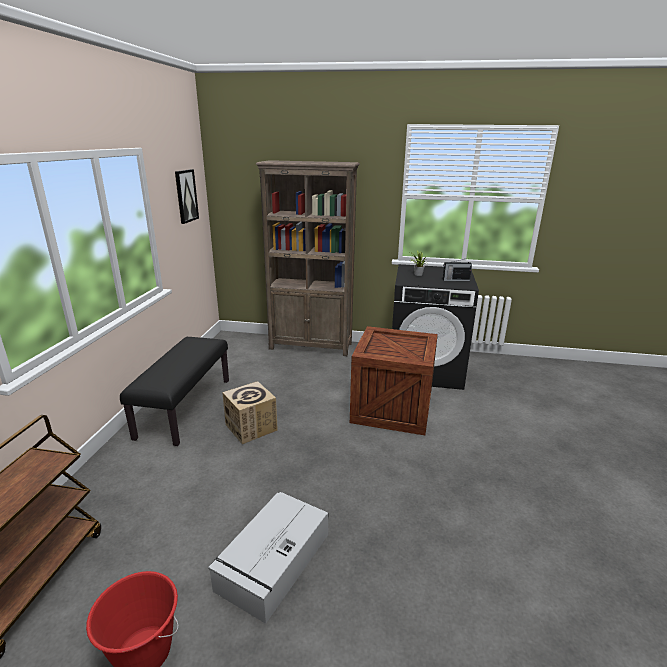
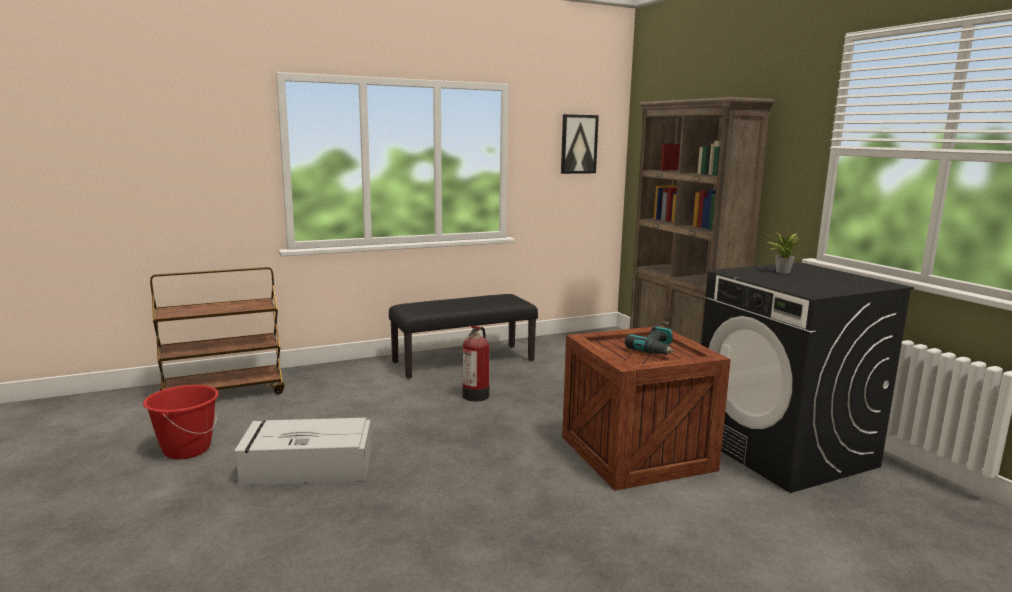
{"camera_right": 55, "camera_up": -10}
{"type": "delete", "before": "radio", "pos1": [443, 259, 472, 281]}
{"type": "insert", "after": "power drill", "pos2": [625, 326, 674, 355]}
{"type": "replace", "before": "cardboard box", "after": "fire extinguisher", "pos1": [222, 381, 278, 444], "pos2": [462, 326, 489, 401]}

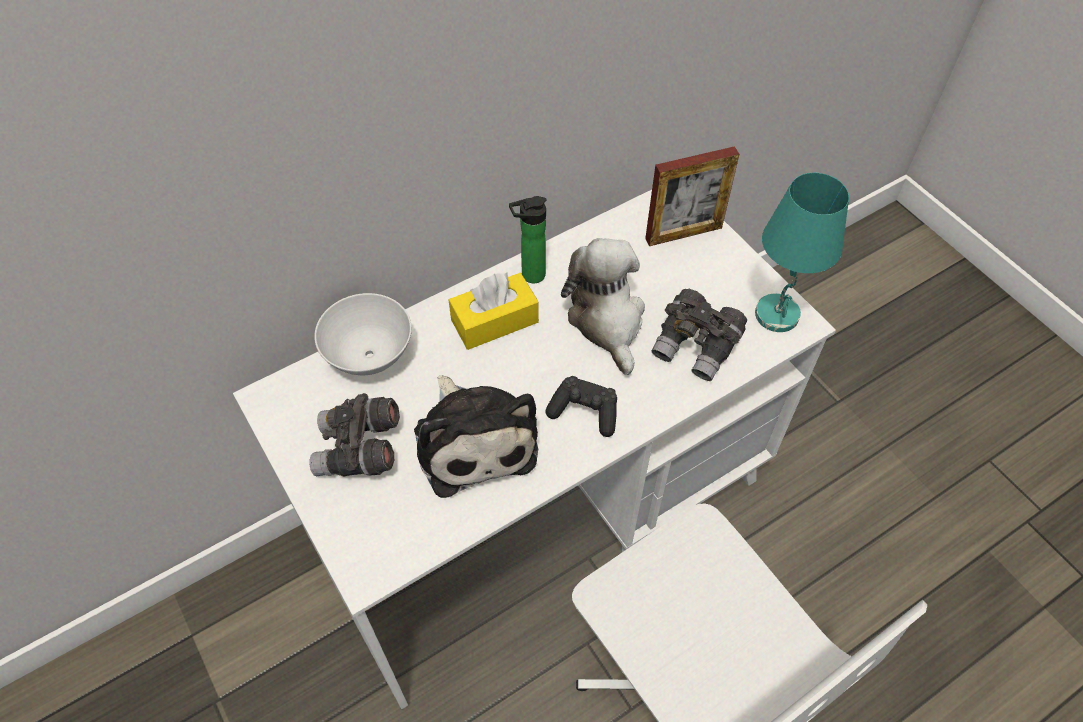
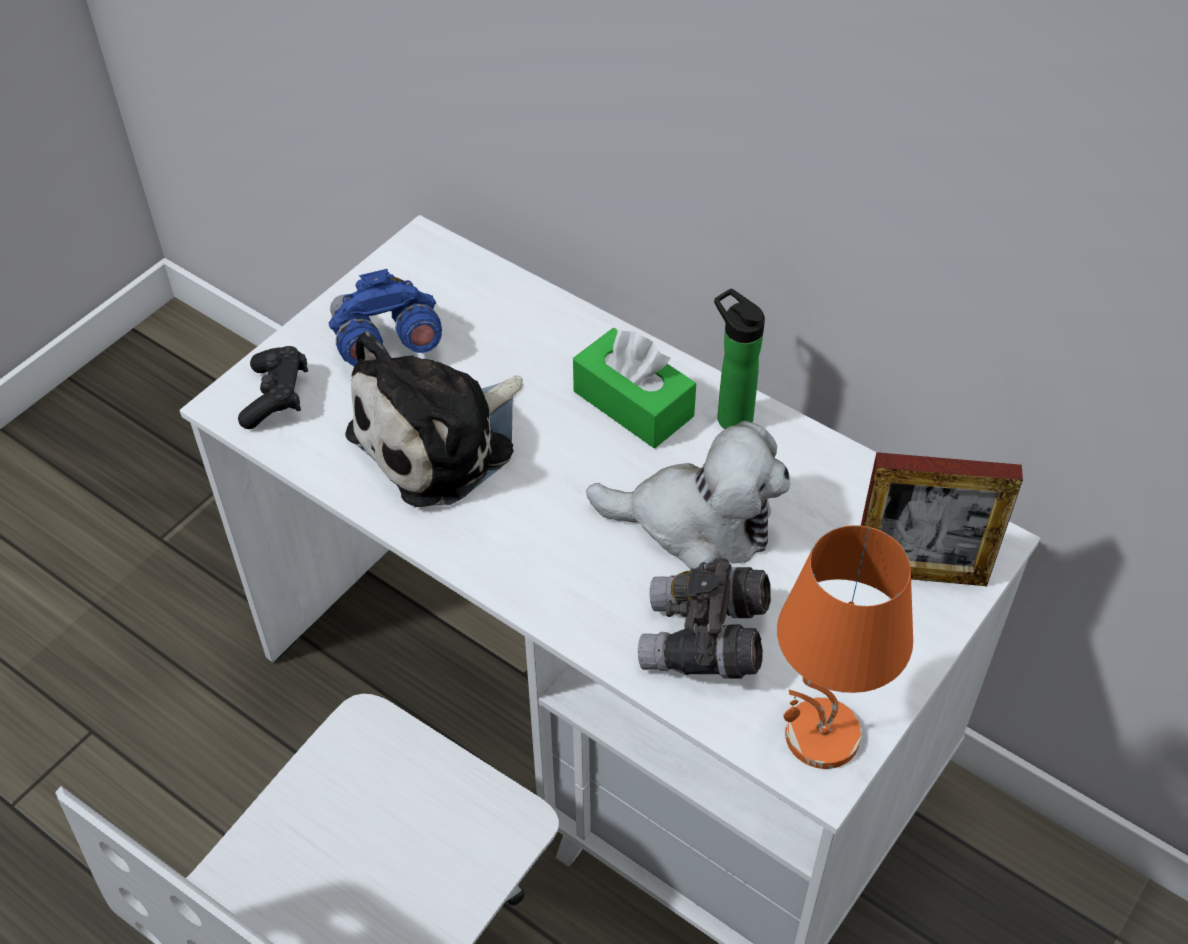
{"camera_right": 70, "camera_up": -5}
{"type": "delete", "before": "white-coloured deep dish", "pos1": [314, 293, 412, 375]}
{"type": "move", "before": "black-coloured game controller", "pos1": [546, 376, 617, 437], "pos2": [238, 346, 308, 429]}
{"type": "recolor", "before": "grey pair of binoculars", "after": "blue pair of binoculars", "pos1": [309, 393, 400, 477], "pos2": [329, 269, 442, 366]}
{"type": "recolor", "before": "yellow tissue holder", "after": "green tissue holder", "pos1": [449, 272, 539, 350], "pos2": [573, 328, 696, 448]}
{"type": "recolor", "before": "turquoise table lamp", "after": "orange table lamp", "pos1": [755, 173, 849, 332], "pos2": [777, 525, 913, 769]}
{"type": "rotate", "before": "plush toy", "pos1": [561, 238, 645, 375], "pos2": [586, 421, 790, 570], "turn": 45}
{"type": "rotate", "before": "standing frame", "pos1": [645, 146, 739, 246], "pos2": [861, 452, 1023, 586], "turn": -45}

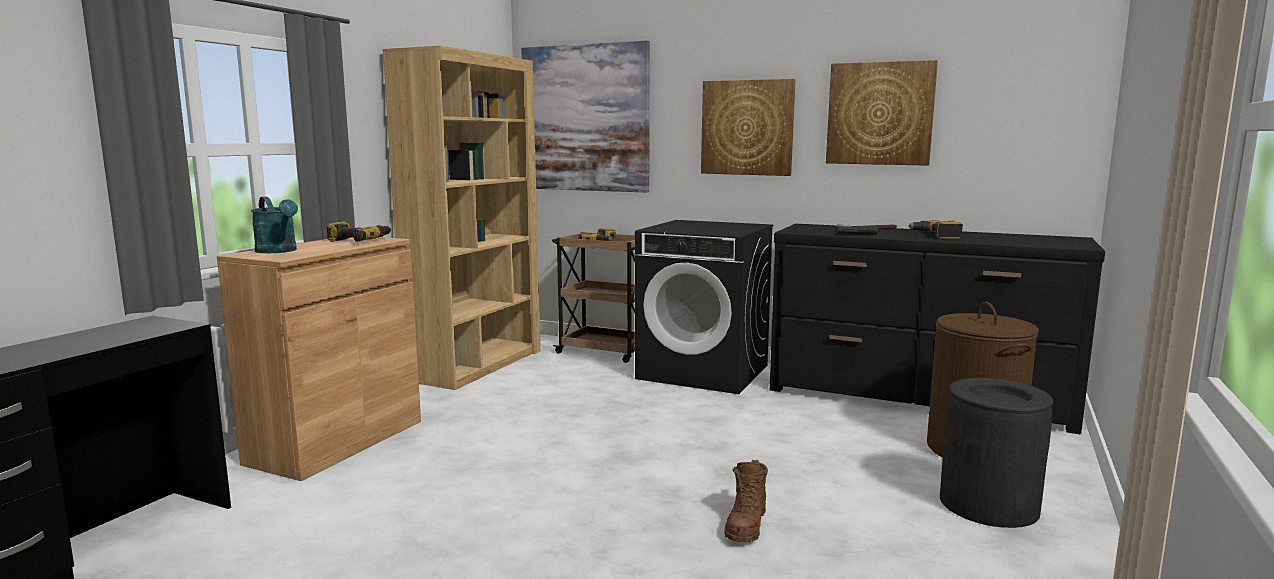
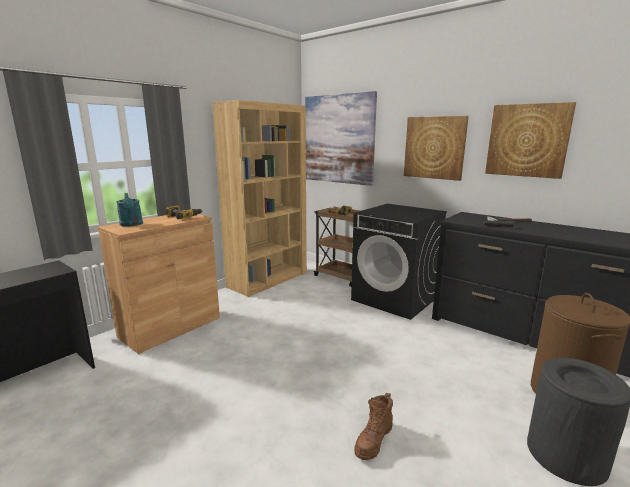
{"camera_right": 15, "camera_up": 5}
{"type": "delete", "before": "power drill", "pos1": [908, 220, 963, 239]}

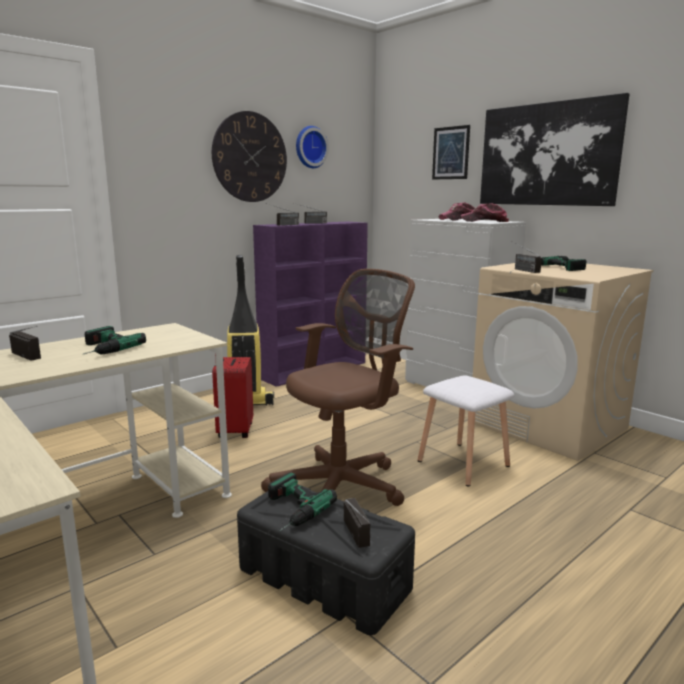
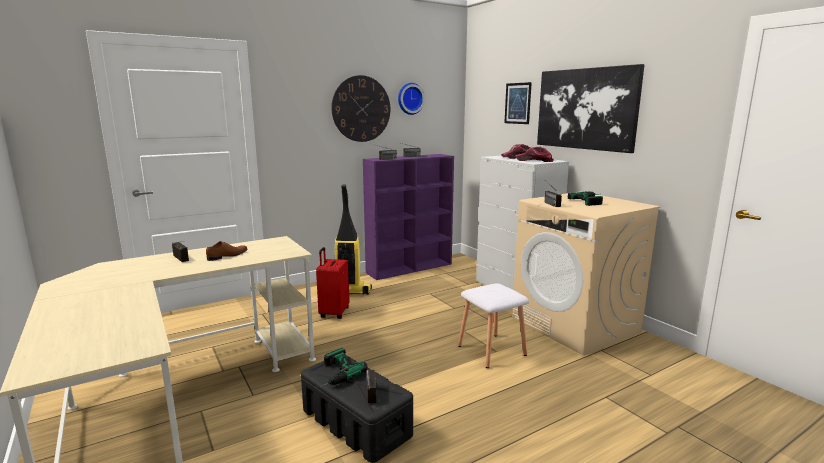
{"camera_right": 10, "camera_up": 0}
{"type": "delete", "before": "brown desk chair", "pos1": [261, 269, 415, 506]}
{"type": "replace", "before": "power drill", "after": "brown low shoe", "pos1": [83, 326, 146, 355], "pos2": [206, 241, 248, 261]}

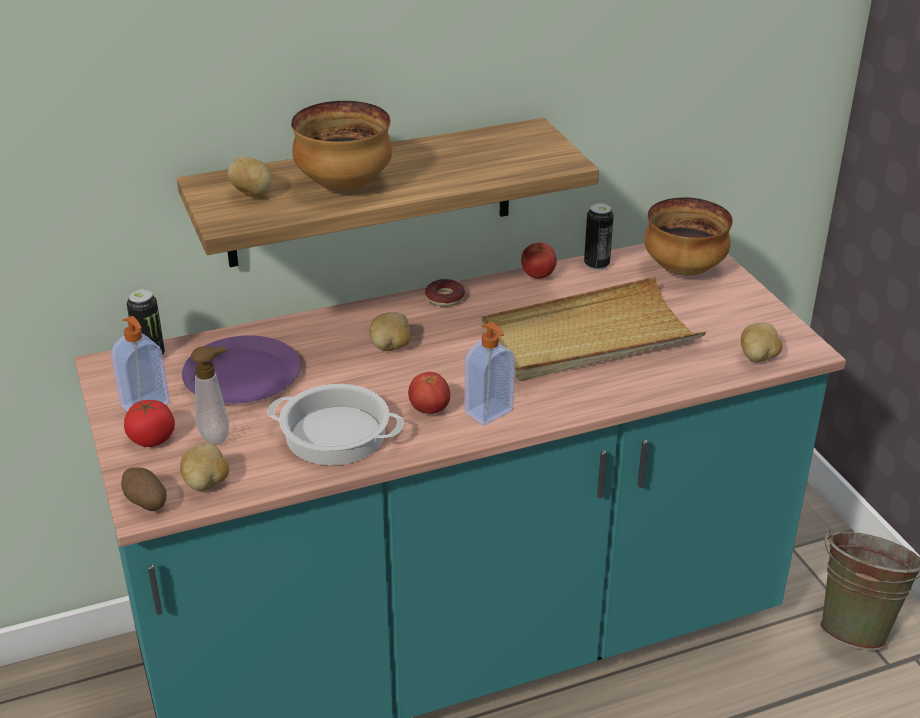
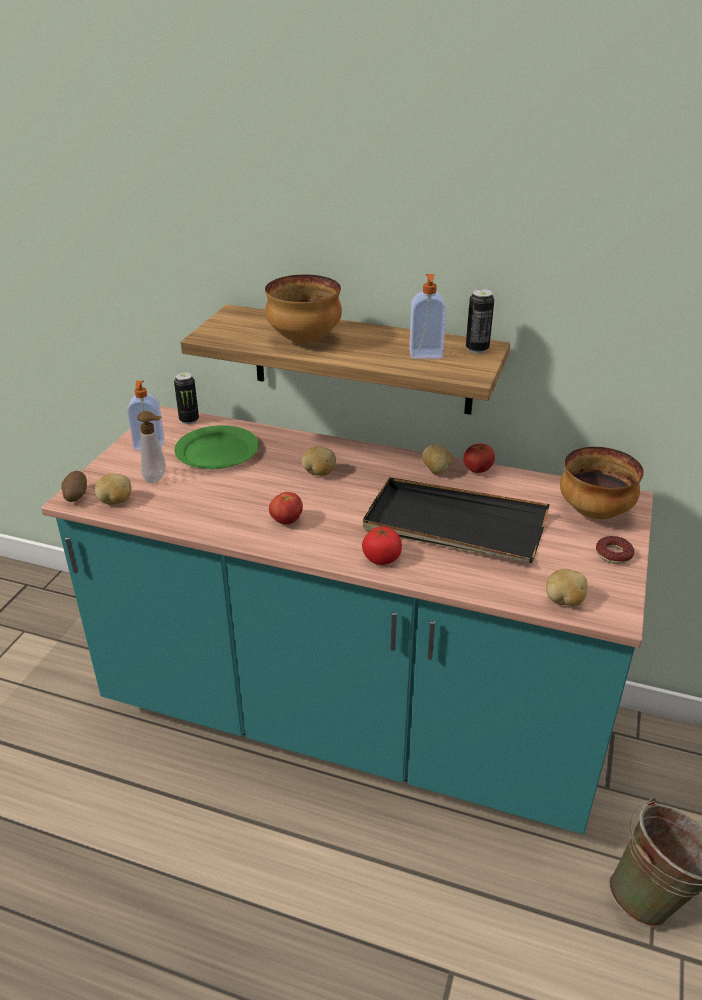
{"camera_right": 40, "camera_up": 0}
{"type": "delete", "before": "saucepot", "pos1": [267, 384, 404, 465]}
{"type": "move", "before": "tomato", "pos1": [124, 400, 175, 447], "pos2": [362, 526, 402, 565]}
{"type": "move", "before": "spud", "pos1": [228, 157, 272, 198], "pos2": [422, 444, 453, 475]}
{"type": "move", "before": "doughnut", "pos1": [425, 279, 465, 307], "pos2": [596, 536, 634, 564]}
{"type": "move", "before": "soap bottle", "pos1": [465, 322, 515, 426], "pos2": [409, 274, 446, 359]}
{"type": "move", "before": "metal can", "pos1": [584, 203, 614, 270], "pos2": [466, 289, 494, 353]}
{"type": "recolor", "before": "purple-coloured plate", "after": "green plate", "pos1": [182, 335, 300, 404], "pos2": [174, 425, 259, 469]}
{"type": "recolor", "before": "beige serving tray", "after": "black-coloured serving tray", "pos1": [481, 277, 706, 381], "pos2": [363, 477, 550, 563]}

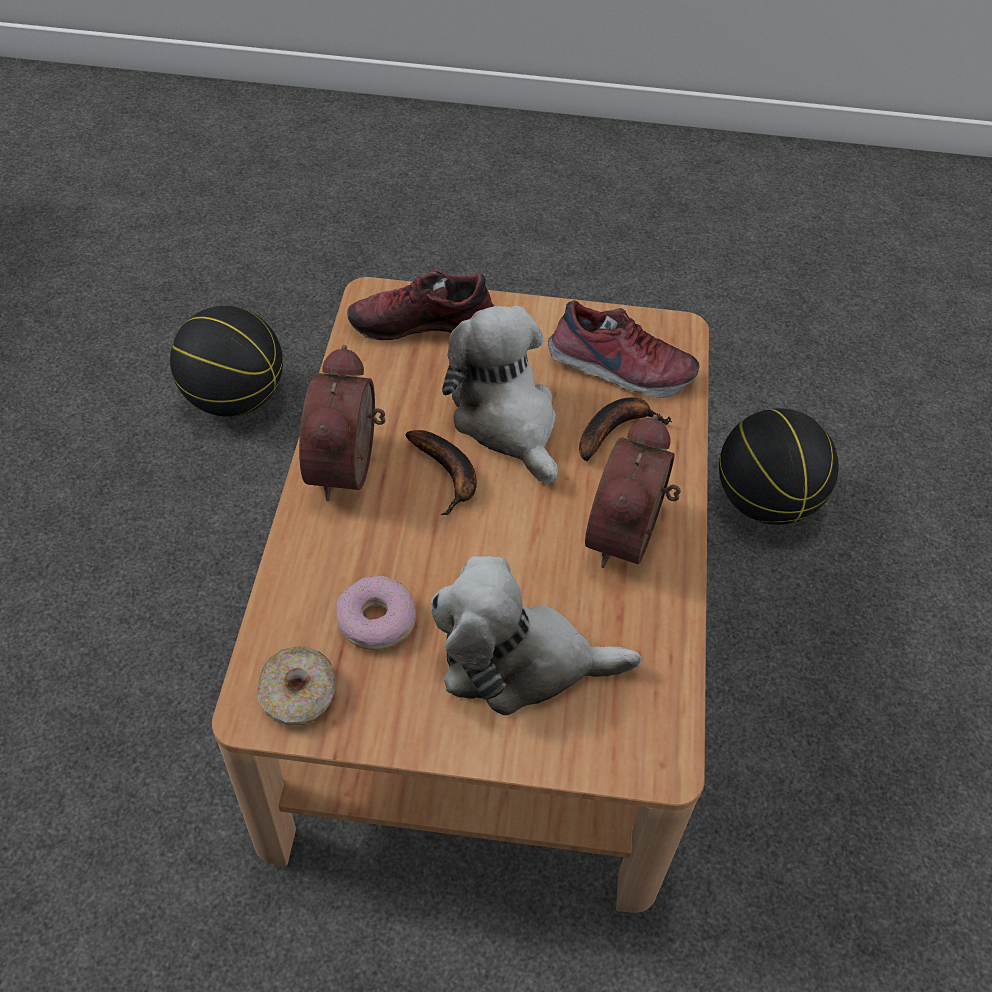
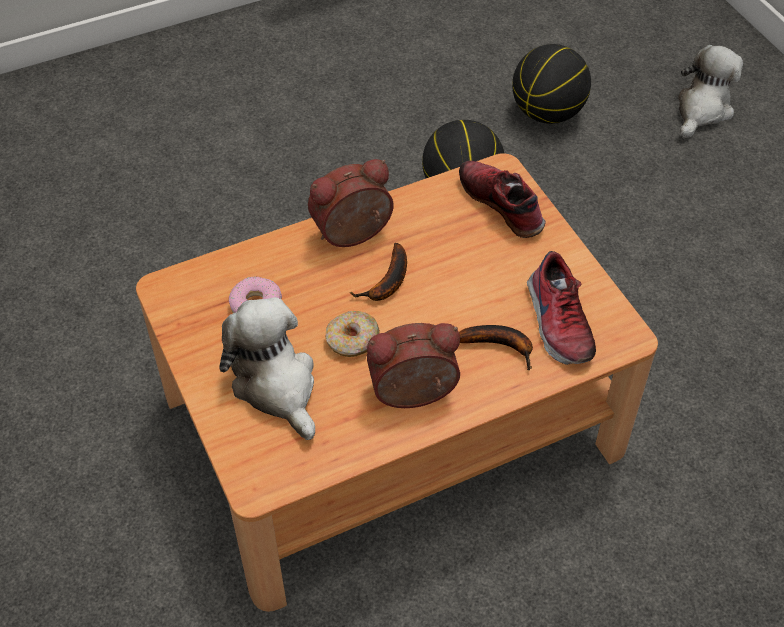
{"camera_right": 60, "camera_up": 0}
{"type": "move", "before": "doughnut", "pos1": [257, 646, 336, 726], "pos2": [326, 311, 380, 357]}
{"type": "move", "before": "plush toy", "pos1": [442, 306, 558, 484], "pos2": [678, 45, 743, 138]}
{"type": "move", "before": "basketball", "pos1": [719, 408, 838, 525], "pos2": [512, 44, 591, 124]}

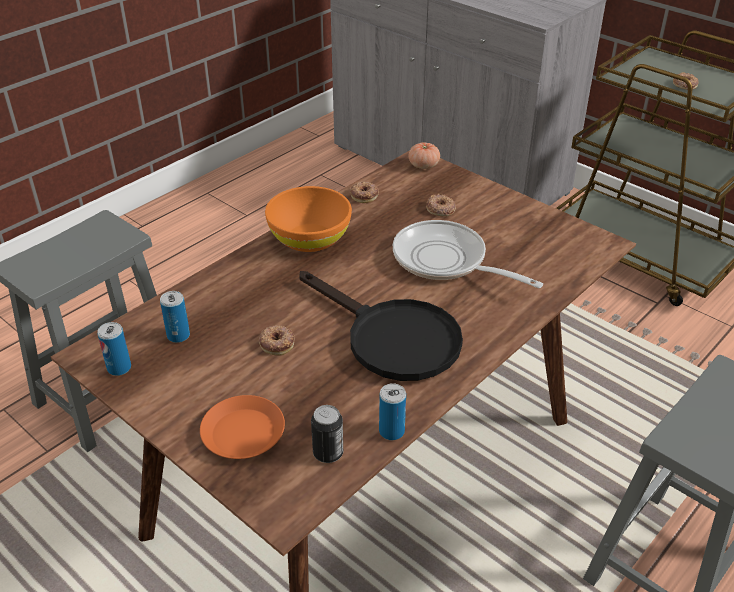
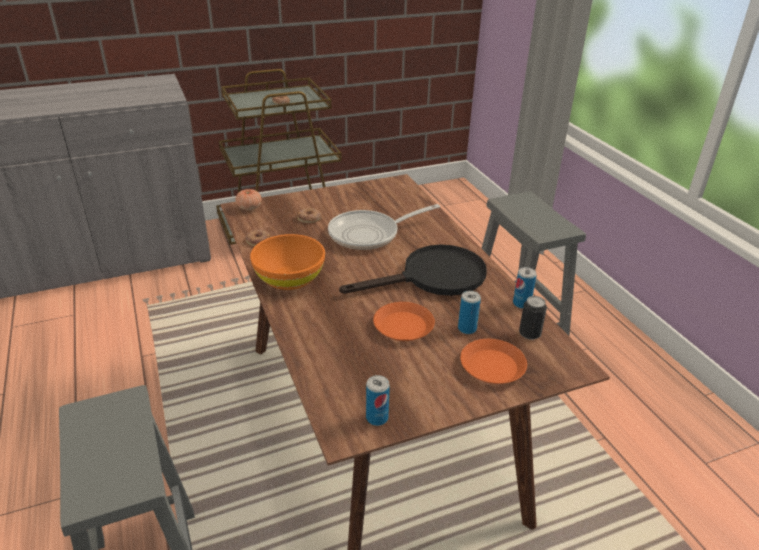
{"camera_right": -65, "camera_up": -5}
{"type": "move", "before": "metal can", "pos1": [160, 291, 190, 343], "pos2": [458, 291, 481, 334]}
{"type": "replace", "before": "doughnut", "after": "orange plate", "pos1": [259, 325, 295, 356], "pos2": [373, 302, 435, 341]}

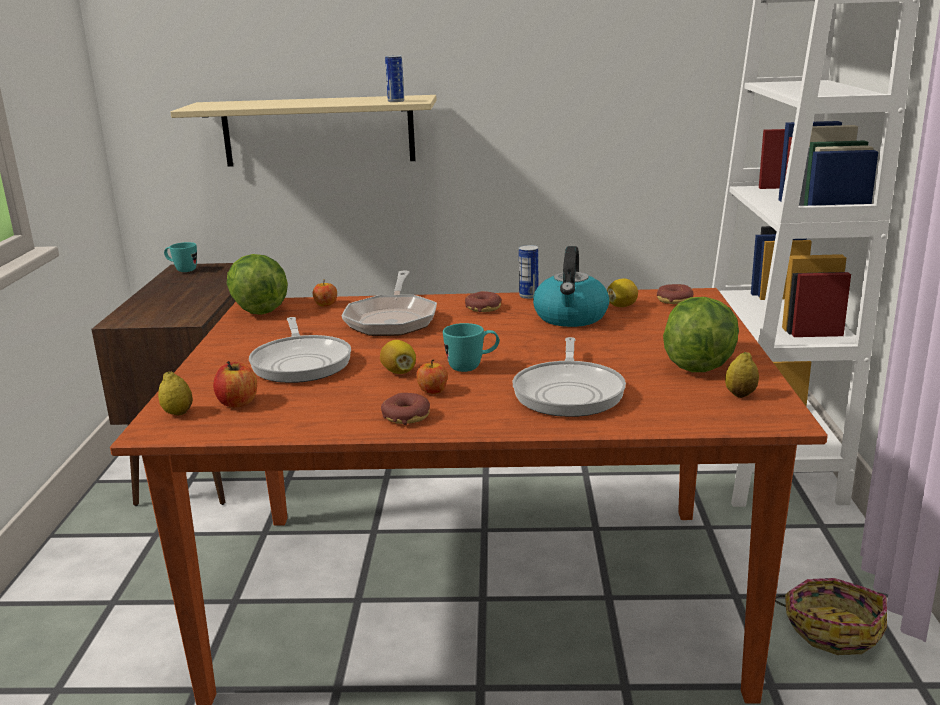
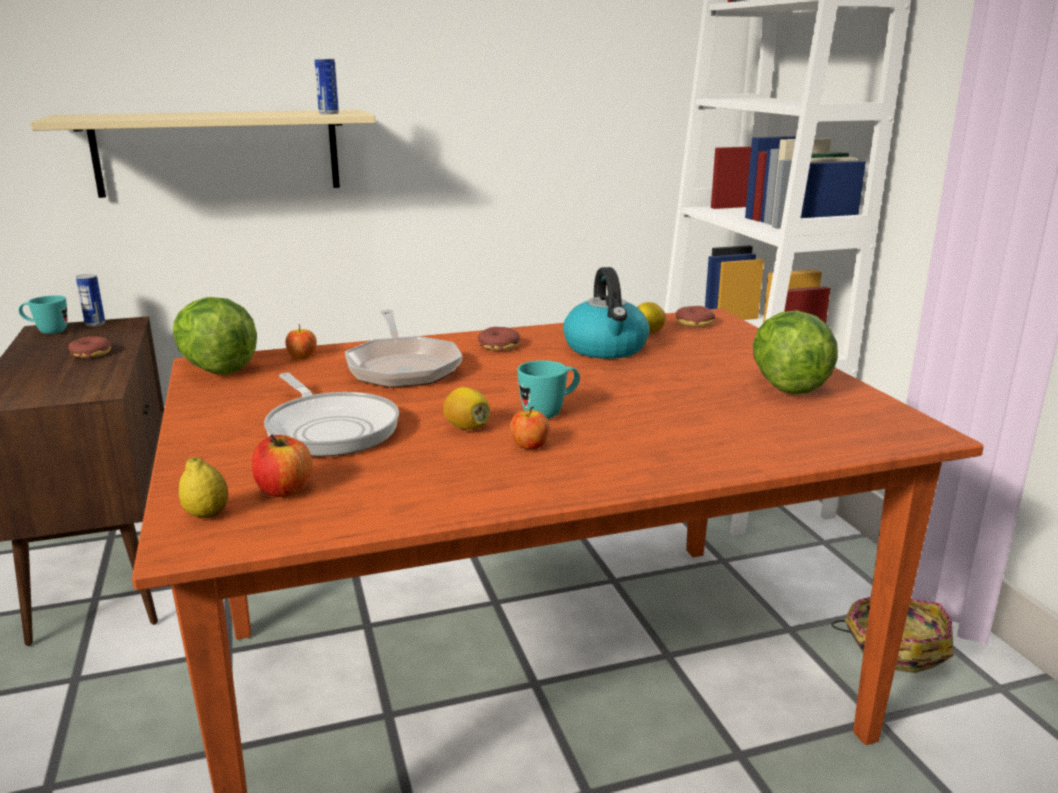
{"camera_right": -20, "camera_up": 0}
{"type": "delete", "before": "skillet", "pos1": [513, 337, 626, 417]}
{"type": "delete", "before": "lemon", "pos1": [725, 352, 759, 398]}
{"type": "move", "before": "doughnut", "pos1": [381, 393, 430, 425], "pos2": [68, 336, 111, 358]}
{"type": "move", "before": "metal can", "pos1": [519, 245, 538, 299], "pos2": [76, 274, 105, 327]}

